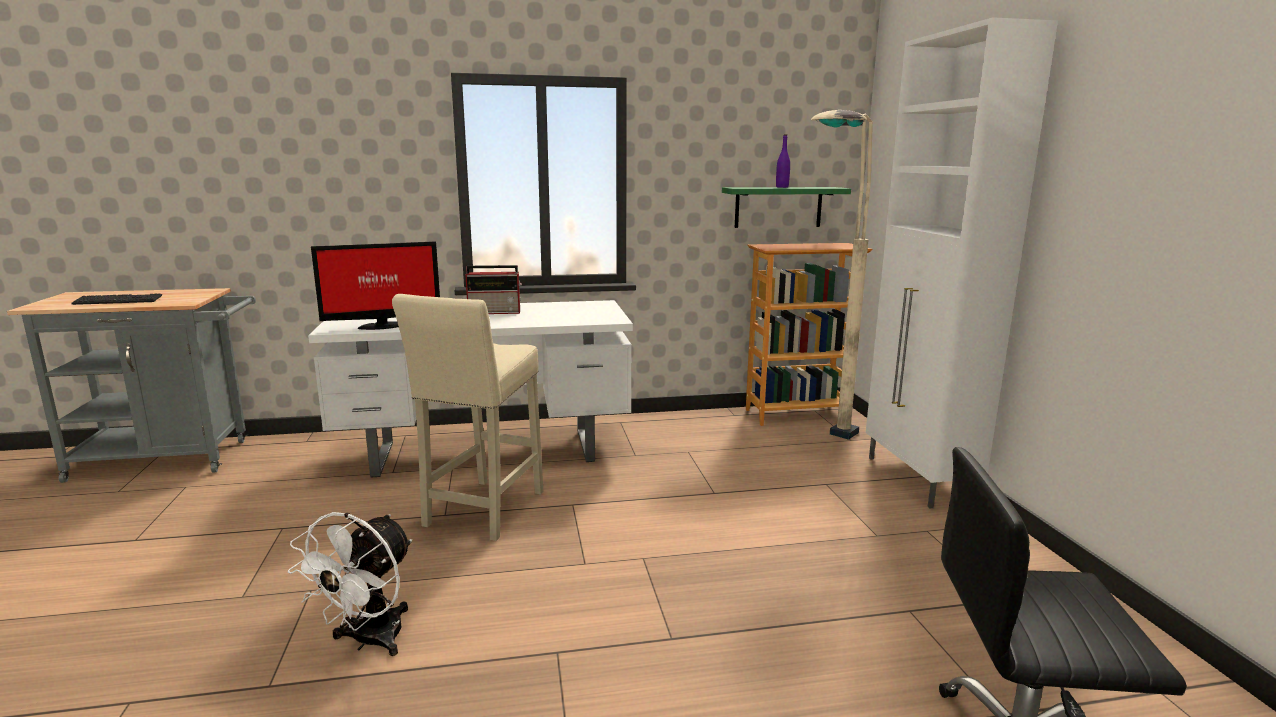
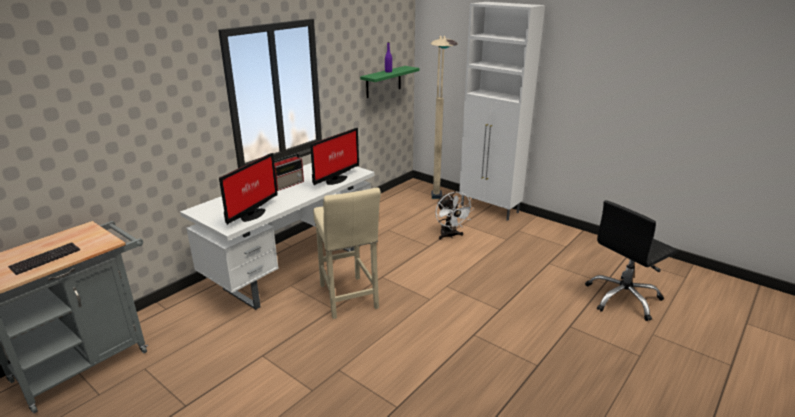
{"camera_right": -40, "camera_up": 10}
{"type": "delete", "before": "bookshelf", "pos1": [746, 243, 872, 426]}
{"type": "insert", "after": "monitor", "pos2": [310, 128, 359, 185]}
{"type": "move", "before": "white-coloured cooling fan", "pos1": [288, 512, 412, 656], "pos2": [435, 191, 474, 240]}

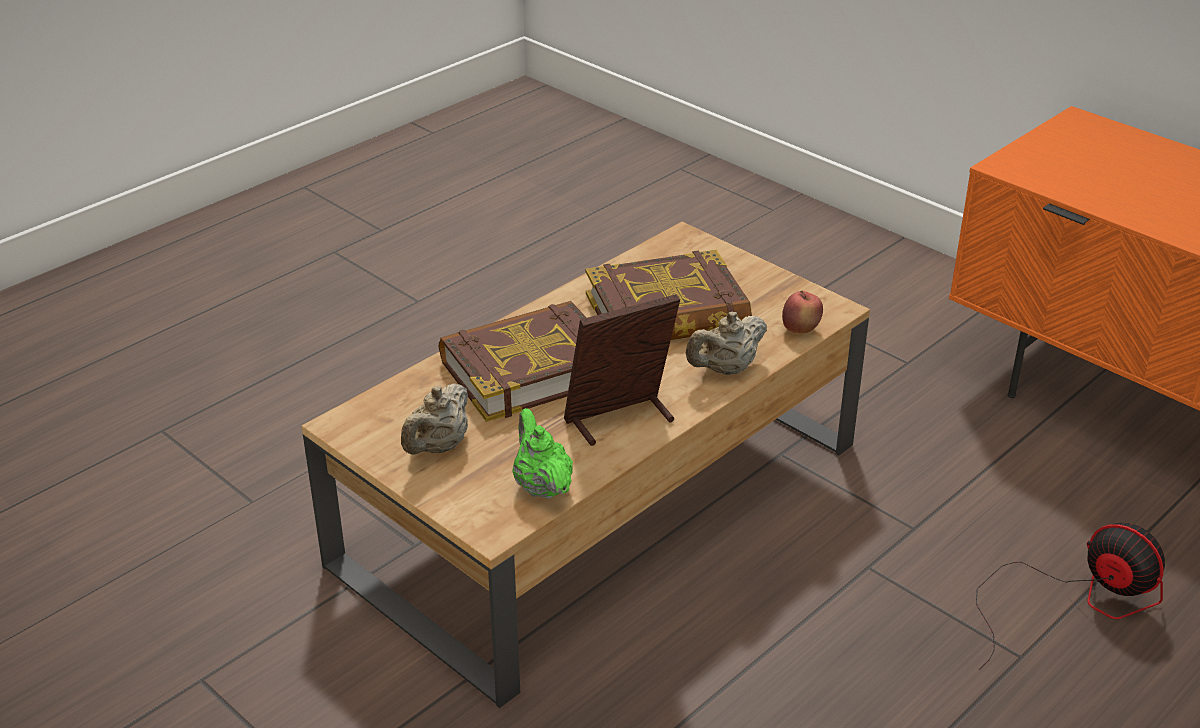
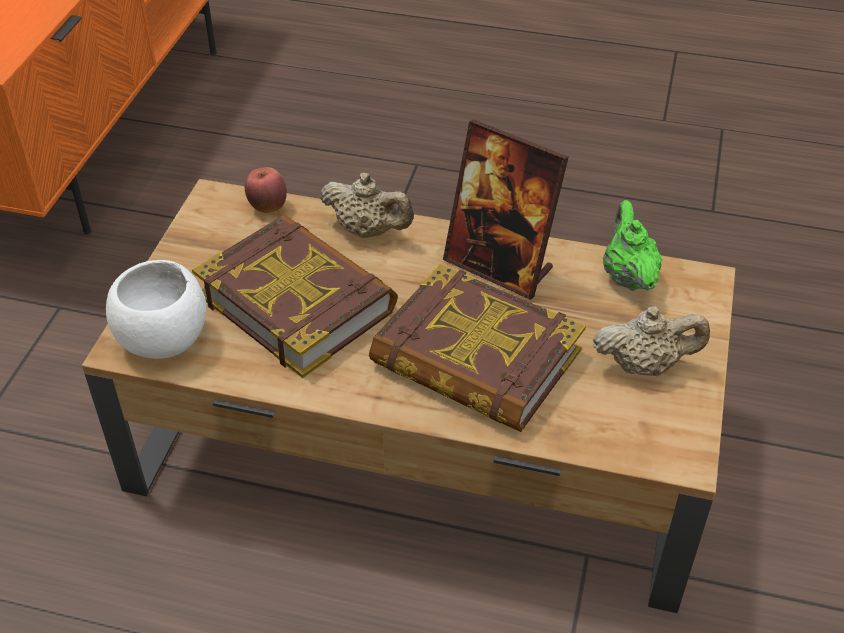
{"camera_right": -120, "camera_up": 10}
{"type": "delete", "before": "cooling fan", "pos1": [976, 523, 1165, 670]}
{"type": "insert", "after": "white-coloured deep dish", "pos2": [106, 260, 207, 359]}
{"type": "rotate", "before": "green pot for tea", "pos1": [512, 408, 573, 499], "pos2": [603, 200, 663, 291], "turn": 135}

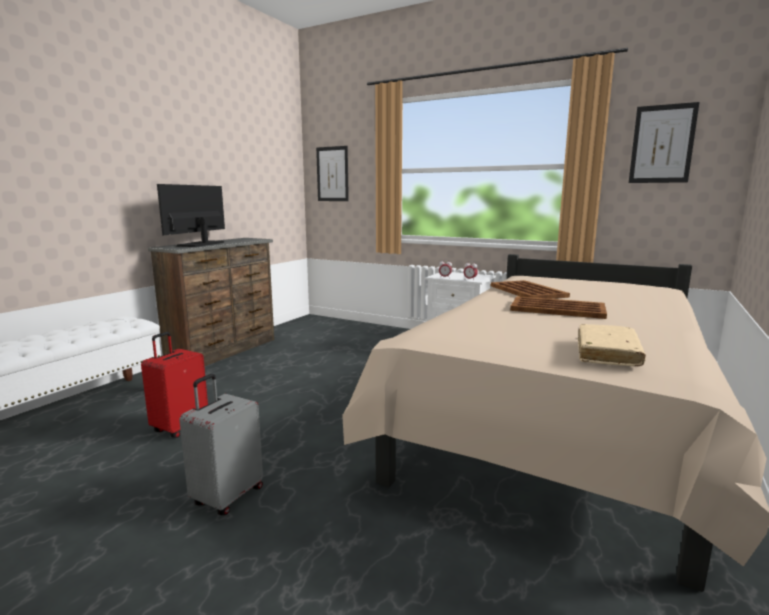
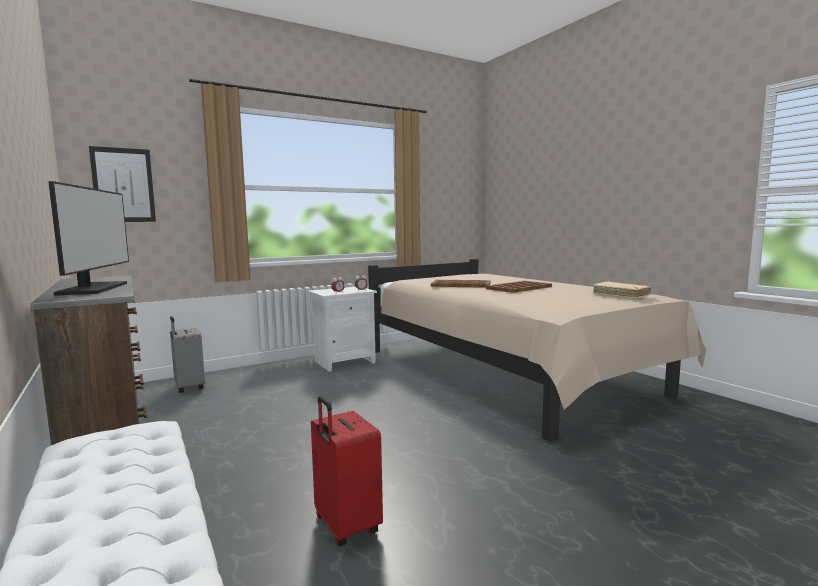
{"camera_right": -60, "camera_up": -5}
{"type": "delete", "before": "wall art", "pos1": [629, 102, 699, 183]}
{"type": "move", "before": "grey suitcase", "pos1": [179, 374, 263, 515], "pos2": [170, 316, 205, 393]}
{"type": "rotate", "before": "monitor", "pos1": [157, 184, 225, 247], "pos2": [48, 181, 129, 296], "turn": -150}

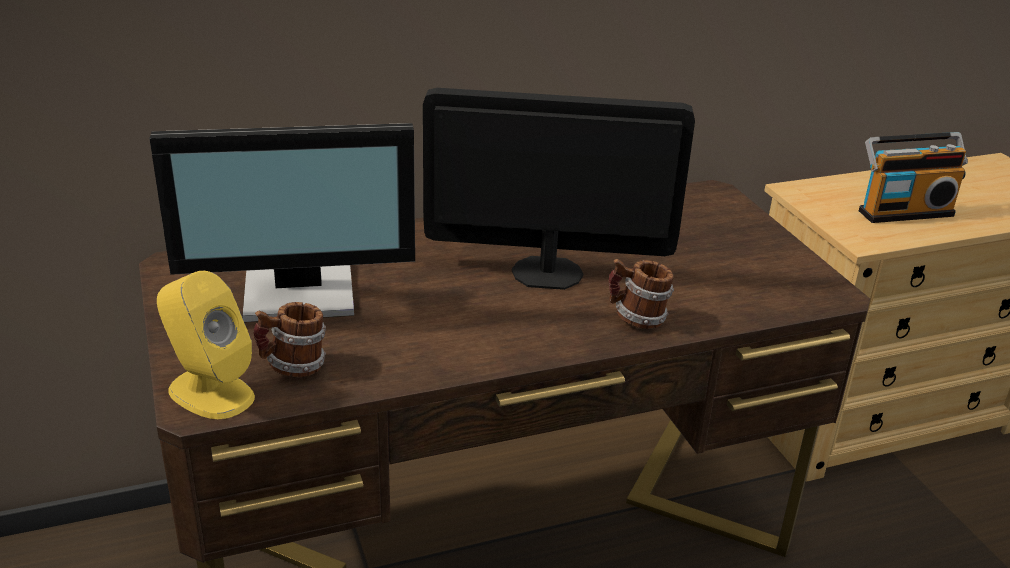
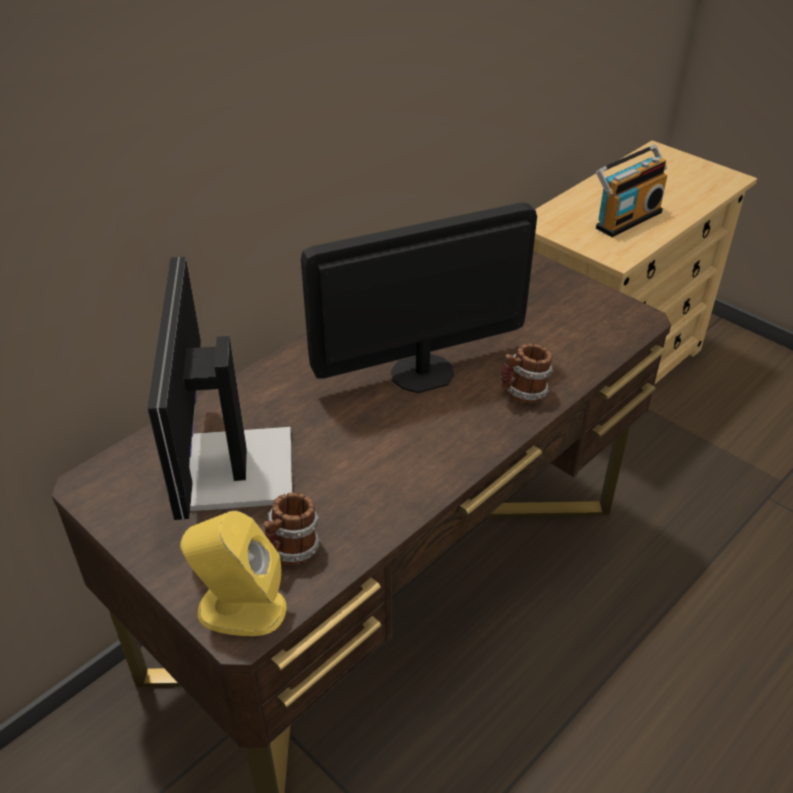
{"camera_right": -25, "camera_up": 10}
{"type": "rotate", "before": "monitor", "pos1": [149, 123, 415, 322], "pos2": [147, 257, 293, 520], "turn": 120}

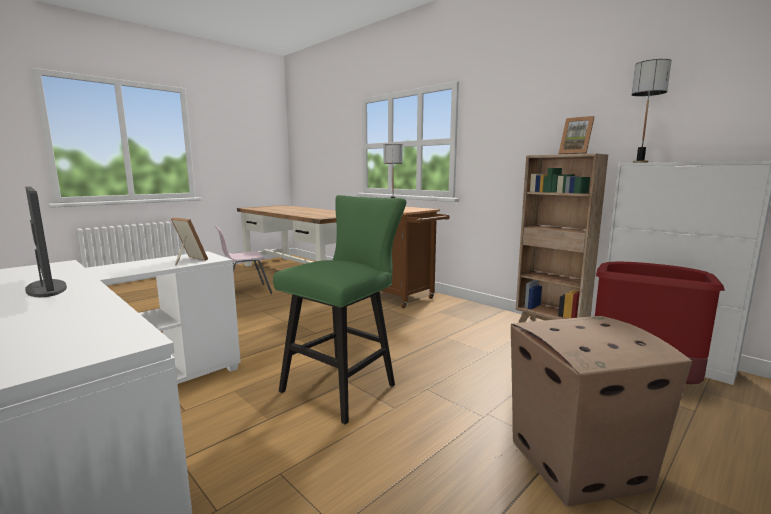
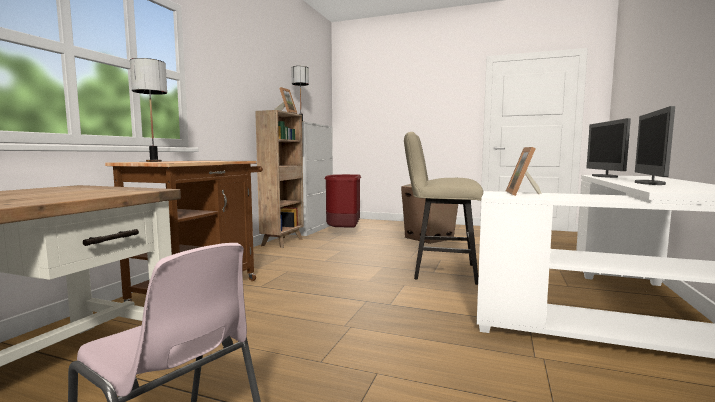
{"camera_right": -115, "camera_up": -5}
{"type": "insert", "after": "monitor", "pos2": [586, 118, 631, 178]}
{"type": "recolor", "before": "green stool", "after": "beige stool", "pos1": [273, 195, 406, 425], "pos2": [404, 132, 483, 285]}

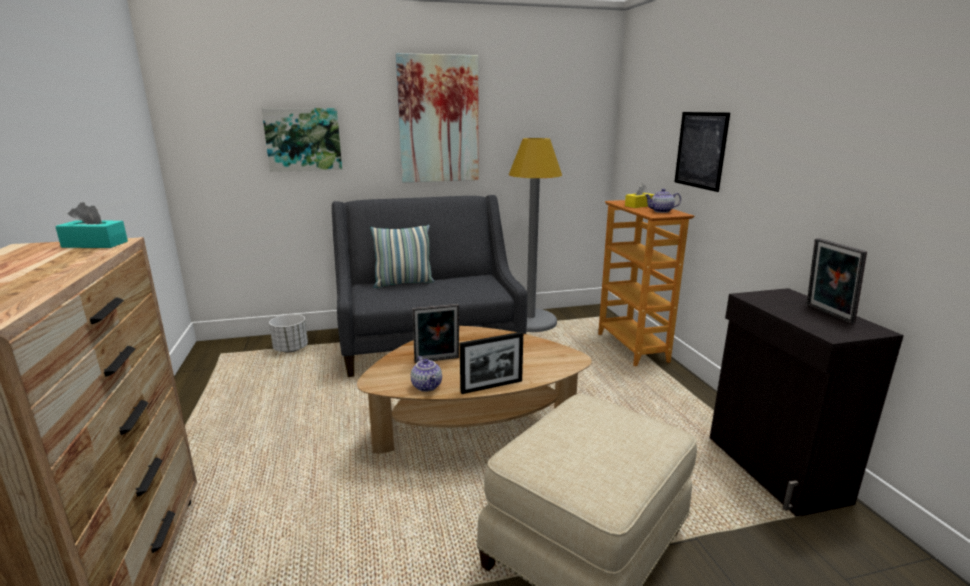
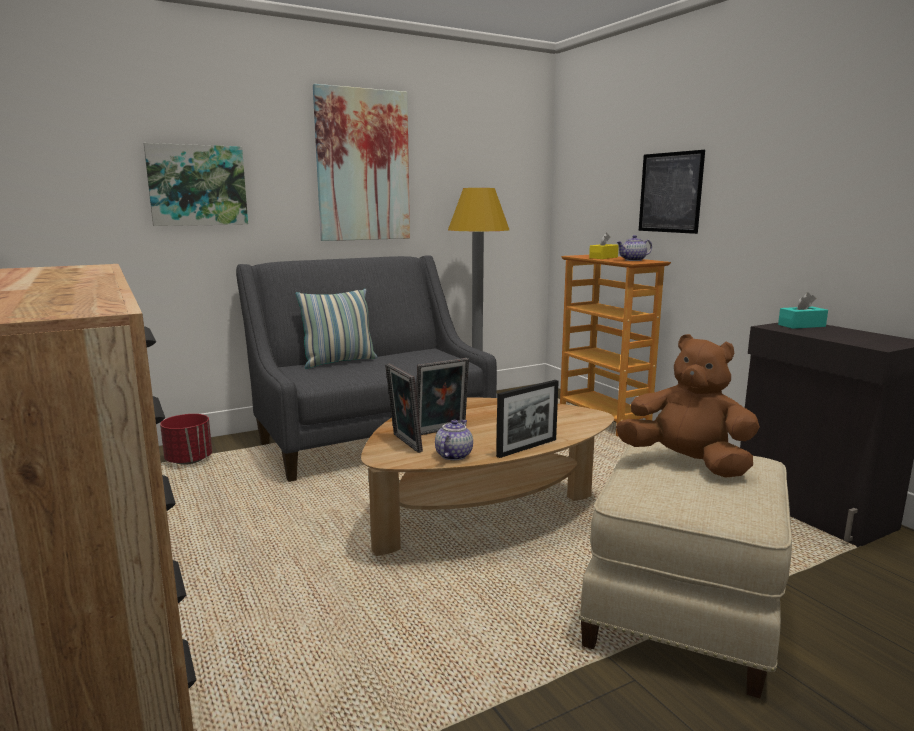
{"camera_right": -15, "camera_up": -5}
{"type": "insert", "after": "brown plush toy", "pos2": [616, 334, 760, 478]}
{"type": "move", "before": "turquoise tissue holder", "pos1": [55, 202, 128, 248], "pos2": [778, 292, 828, 329]}
{"type": "move", "before": "standing frame", "pos1": [807, 238, 867, 324], "pos2": [385, 363, 423, 453]}
{"type": "recolor", "before": "white-coloured planter", "after": "red-coloured planter", "pos1": [269, 314, 308, 353], "pos2": [160, 414, 212, 465]}
{"type": "rotate", "before": "pot for tea", "pos1": [411, 356, 442, 392], "pos2": [435, 420, 473, 460], "turn": -120}

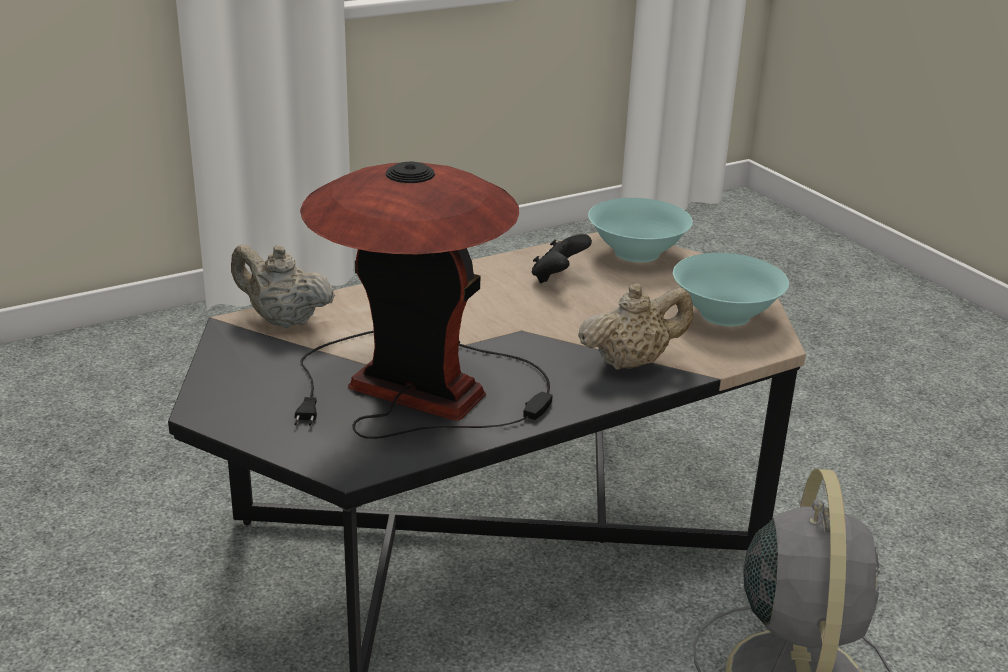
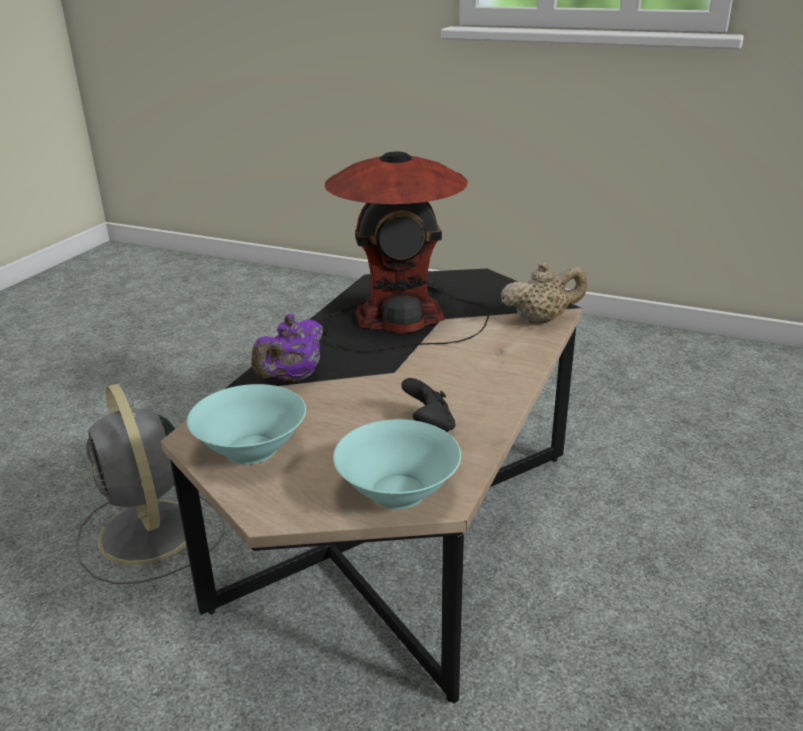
{"camera_right": 145, "camera_up": 0}
{"type": "recolor", "before": "beige pot for tea", "after": "purple-coloured pot for tea", "pos1": [578, 283, 693, 370], "pos2": [251, 314, 323, 382]}

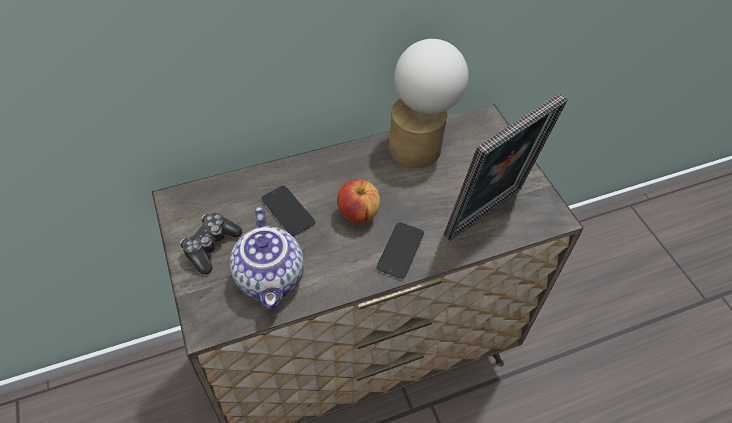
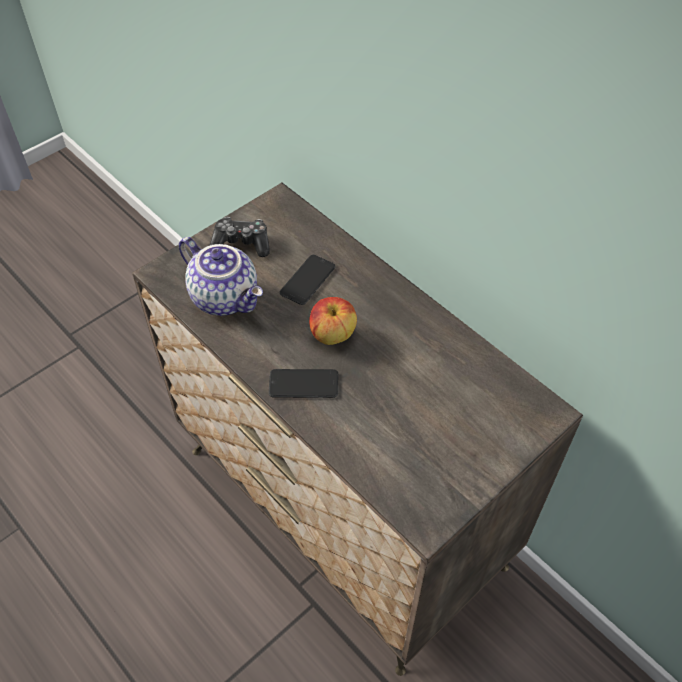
{"camera_right": 70, "camera_up": 0}
{"type": "delete", "before": "table lamp", "pos1": [389, 39, 468, 168]}
{"type": "delete", "before": "standing frame", "pos1": [444, 93, 568, 241]}
{"type": "rotate", "before": "pot for tea", "pos1": [230, 207, 304, 309], "pos2": [179, 237, 263, 316], "turn": -105}

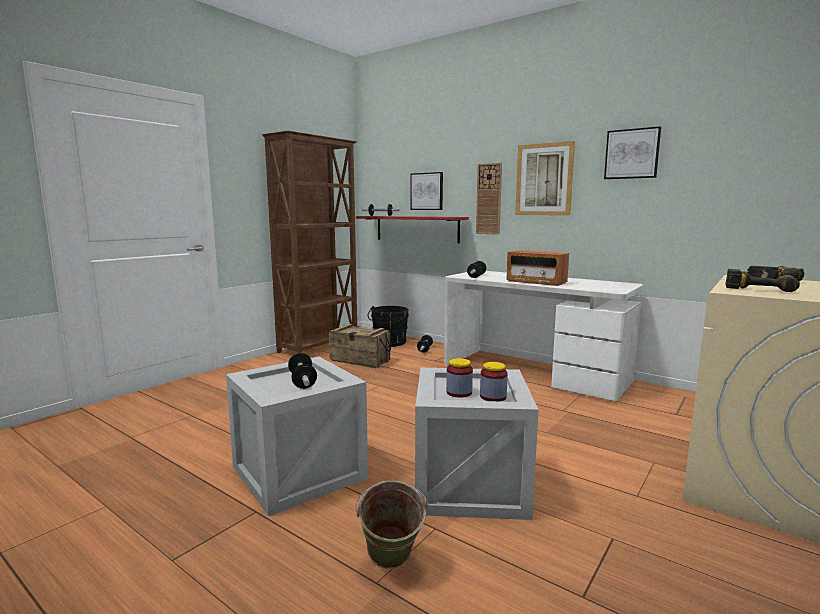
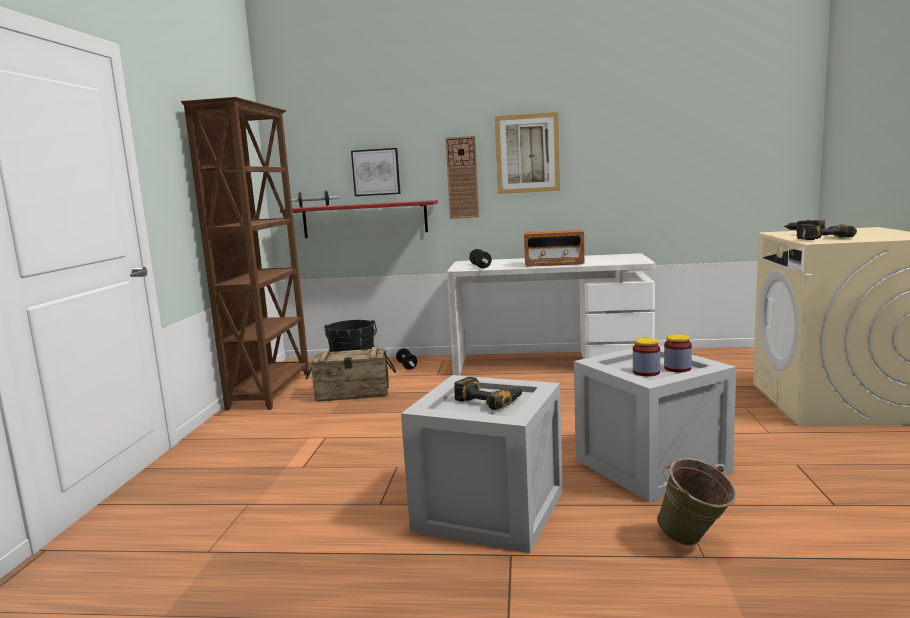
{"camera_right": -30, "camera_up": 0}
{"type": "delete", "before": "wall art", "pos1": [604, 126, 661, 179]}
{"type": "replace", "before": "hand weight", "after": "power drill", "pos1": [288, 353, 317, 389], "pos2": [454, 377, 523, 410]}

